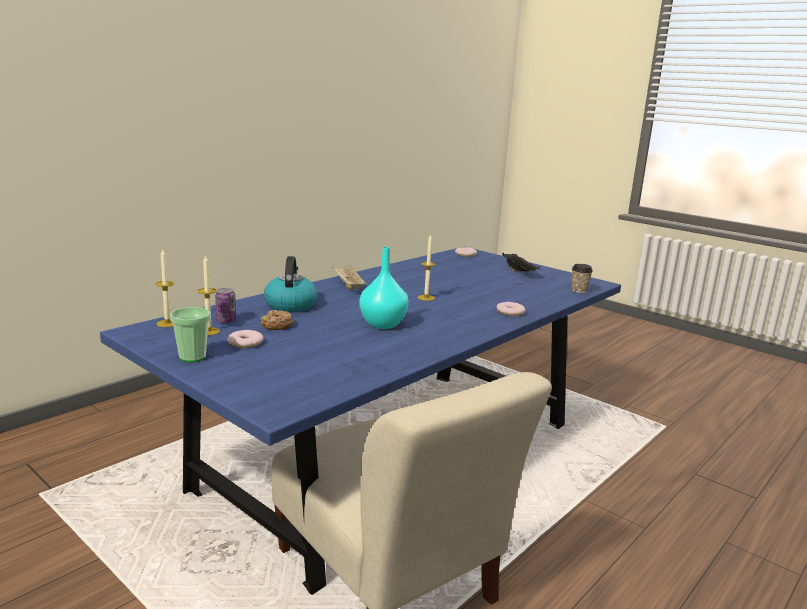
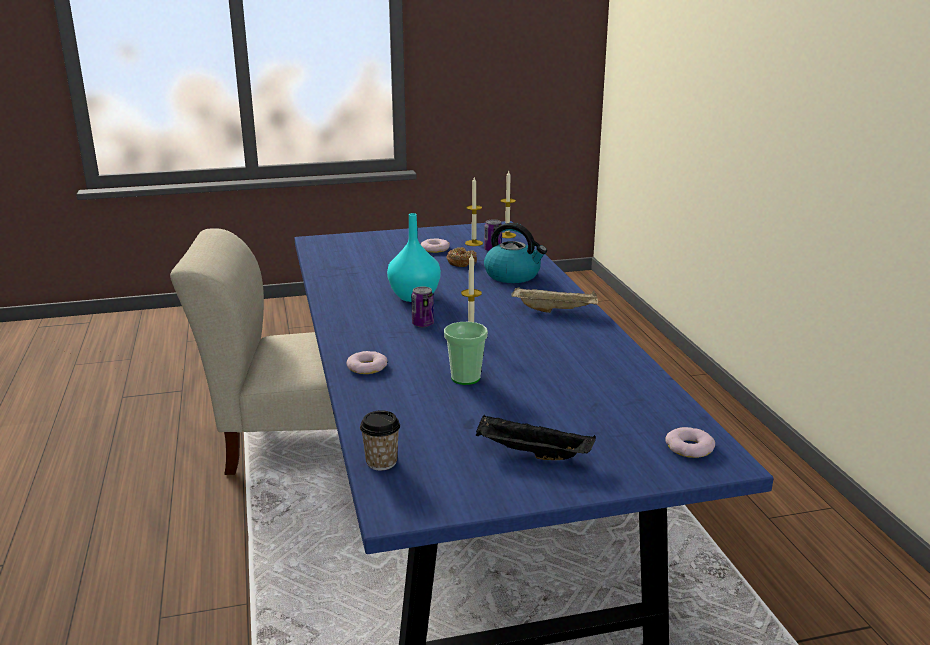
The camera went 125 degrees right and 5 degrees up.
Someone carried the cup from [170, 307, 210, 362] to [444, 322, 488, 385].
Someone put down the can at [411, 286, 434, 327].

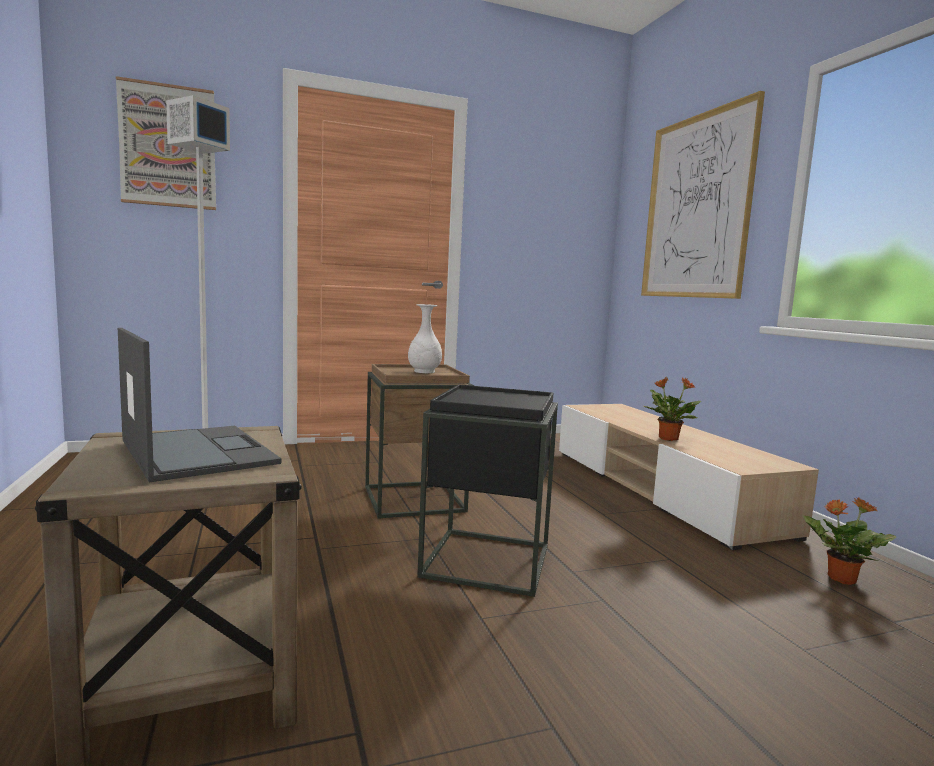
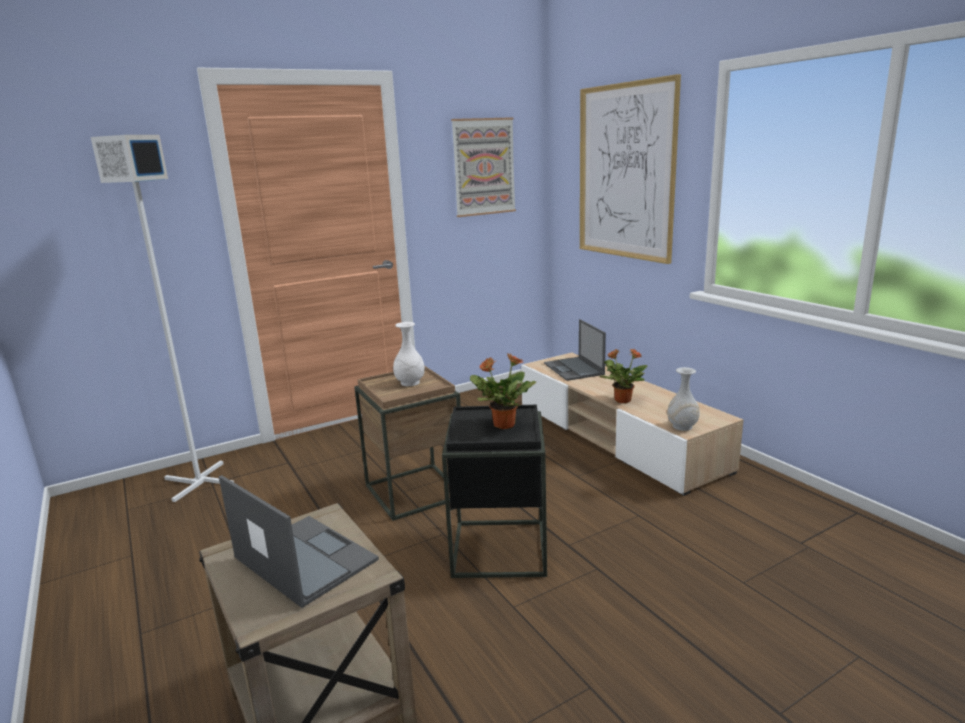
The camera went 10 degrees left and 10 degrees up.
Someone carried the picture from [116, 76, 216, 210] to [451, 117, 516, 217].
Someone carried the potted plant from [804, 498, 896, 585] to [470, 353, 536, 429].
Someone put down the laptop at [544, 319, 606, 381].
Someone put down the white vase at [667, 367, 699, 431].

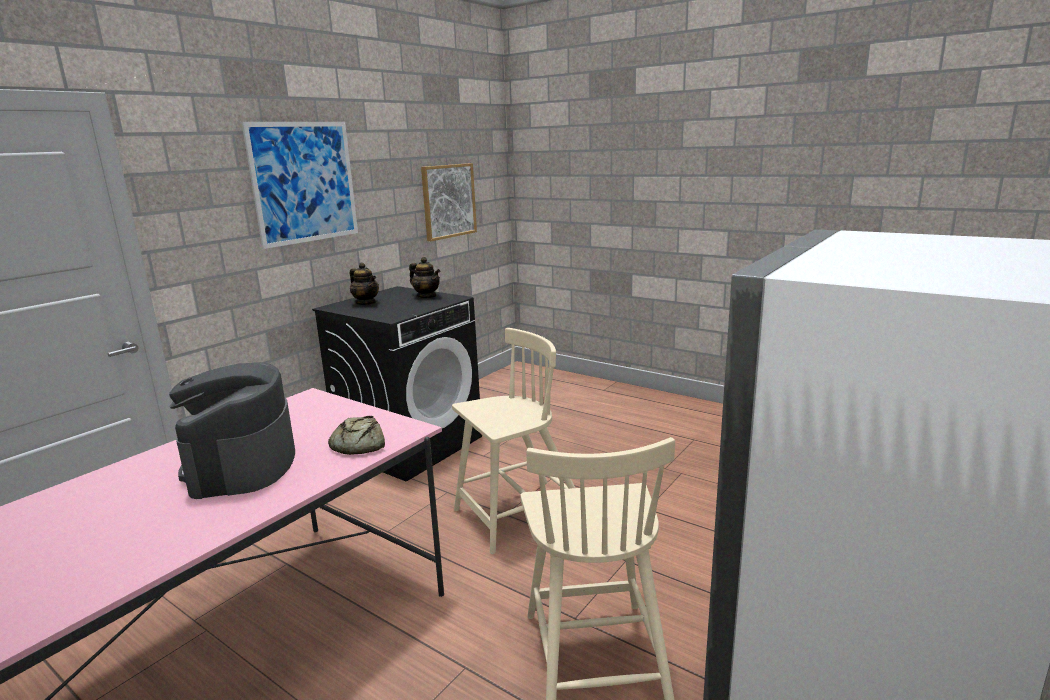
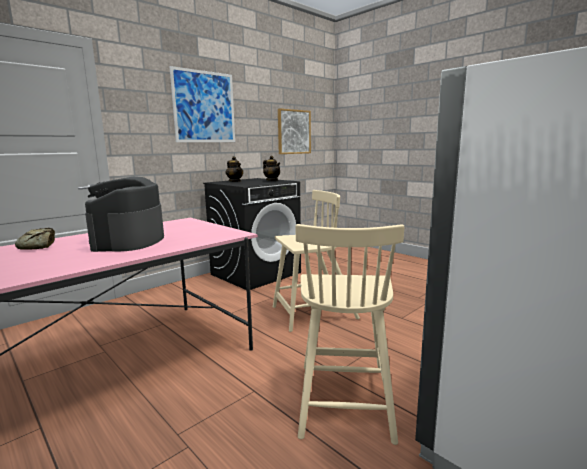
The camera went 10 degrees right and 5 degrees down.
Someone carried the bread from [328, 416, 385, 455] to [15, 228, 55, 250].

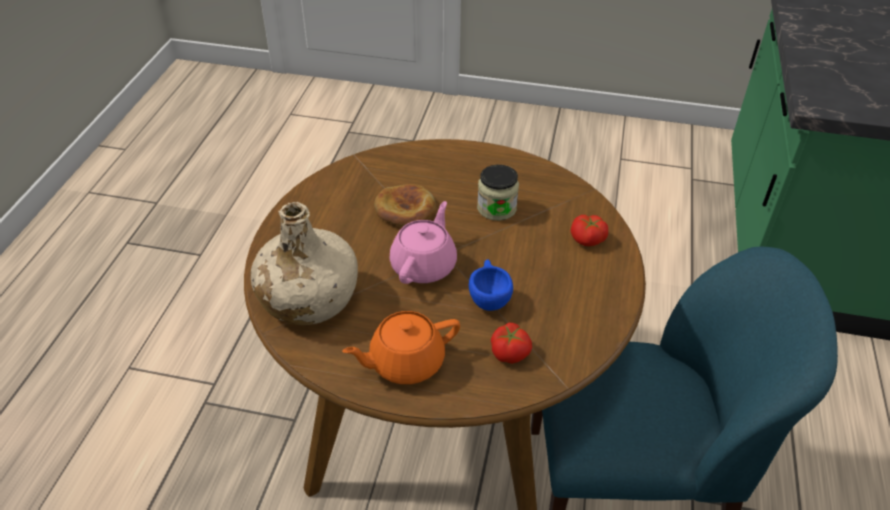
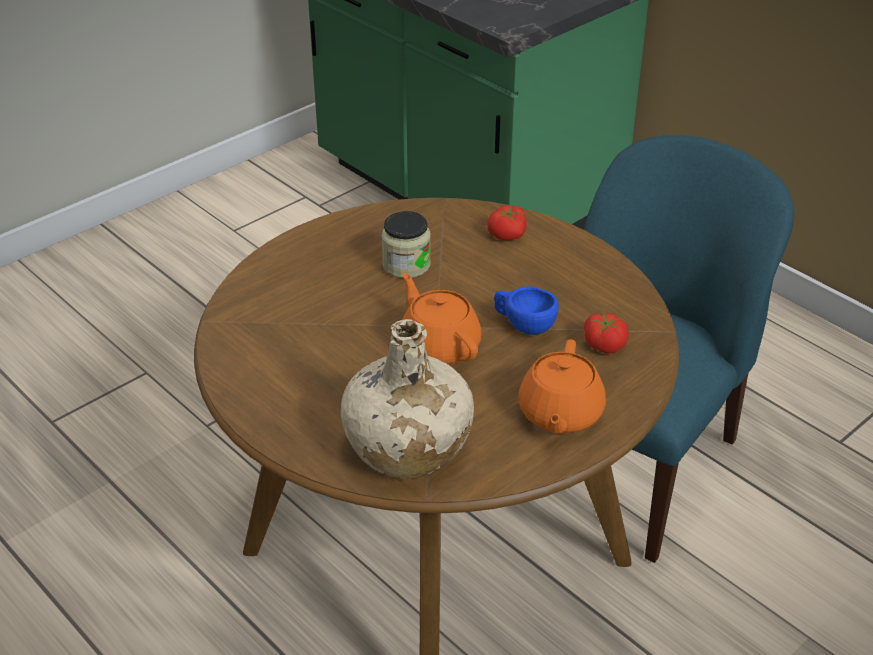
The camera went 55 degrees left and 5 degrees down.
Someone took away the bread at [374, 184, 437, 227].
Someone repainted the pink teapot at [389, 201, 457, 284], which became the orange teapot at [402, 272, 482, 365].

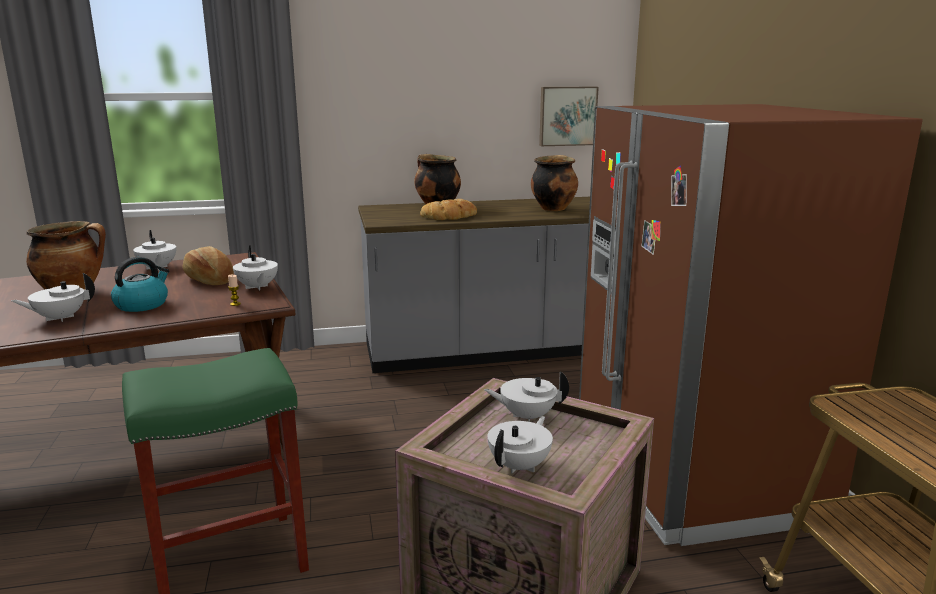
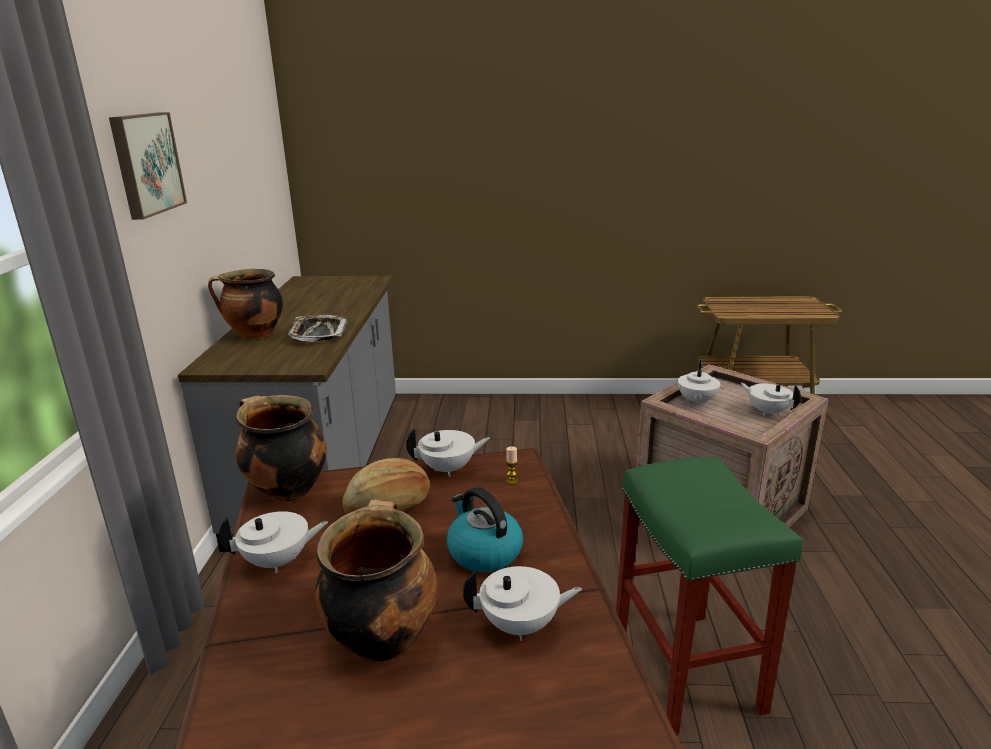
The camera went 75 degrees left and 5 degrees up.
Someone rotated the white teapot at [11, 273, 95, 322] by 75 degrees counterclockwise.
Someone swapped the bread at [420, 199, 477, 220] for the tray at [288, 315, 348, 342].
Someone carried the cooking pot from [531, 155, 578, 211] to [236, 395, 327, 502].
Someone carried the picture from [539, 87, 599, 146] to [109, 112, 187, 220].
Someone took away the brown fridge at [579, 104, 923, 546].

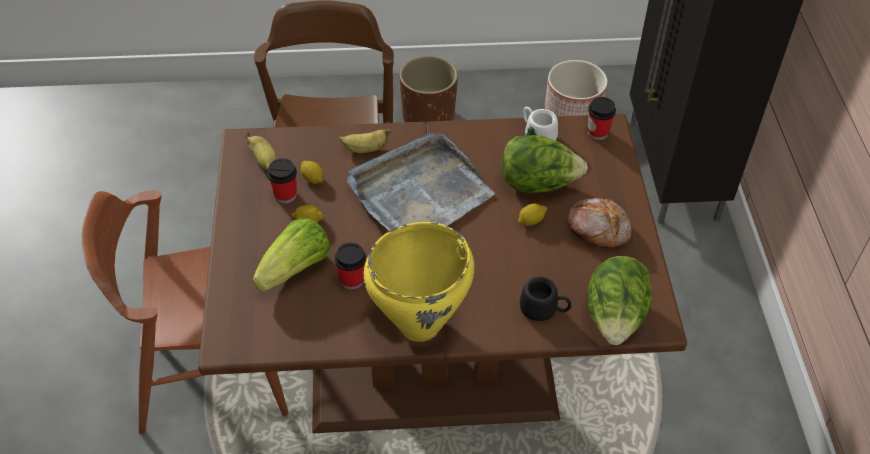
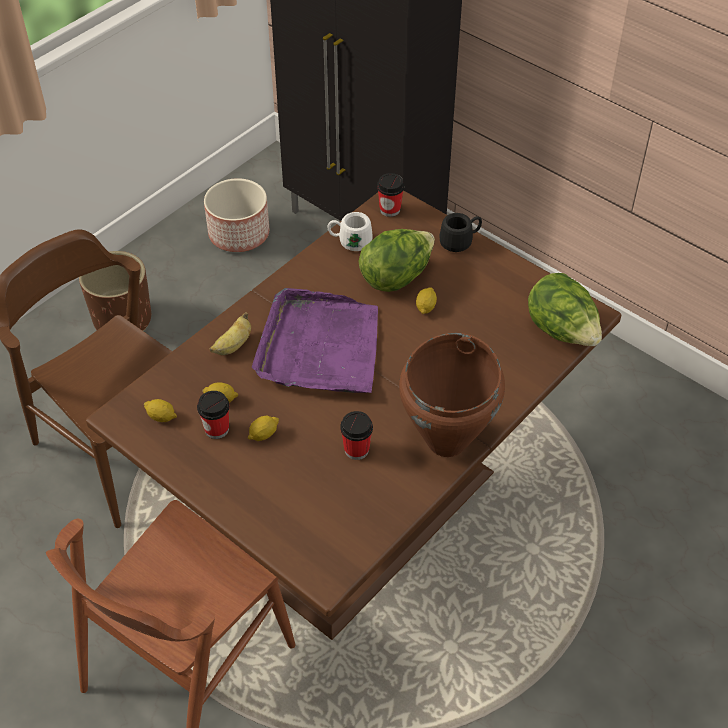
The camera went 45 degrees left and 0 degrees up.
Someone swapped the banana at [246, 132, 277, 171] for the lemon at [144, 399, 177, 422].
Someone took away the lettuce at [253, 218, 331, 292].
Someone repainted the grey tray at [347, 133, 495, 231], which became the purple tray at [252, 288, 378, 393].
Someone repainted the yellow cooking pot at [363, 222, 474, 342], which became the brown cooking pot at [399, 333, 505, 457].
Someone carried the black mug from [520, 277, 571, 321] to [439, 213, 482, 252].
Someone took away the bread at [568, 198, 631, 248].

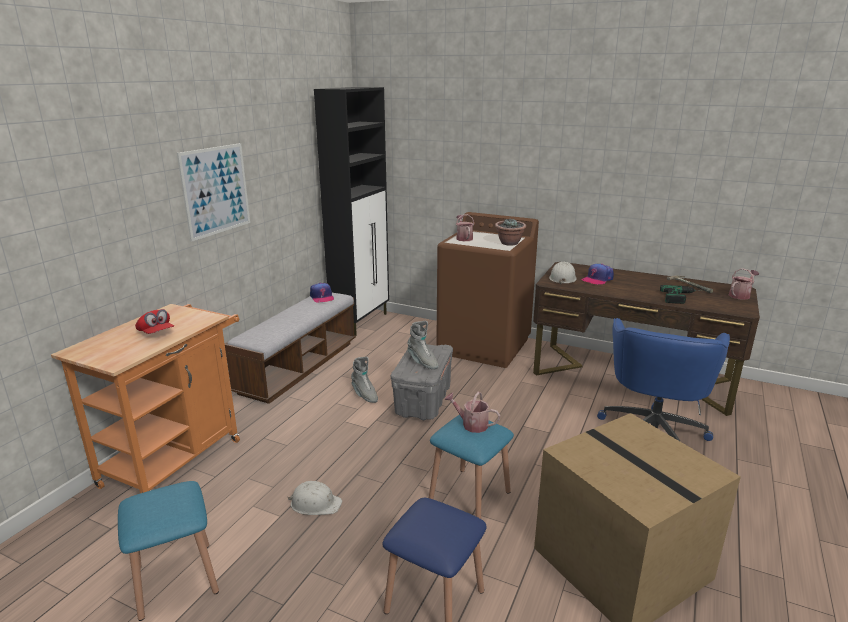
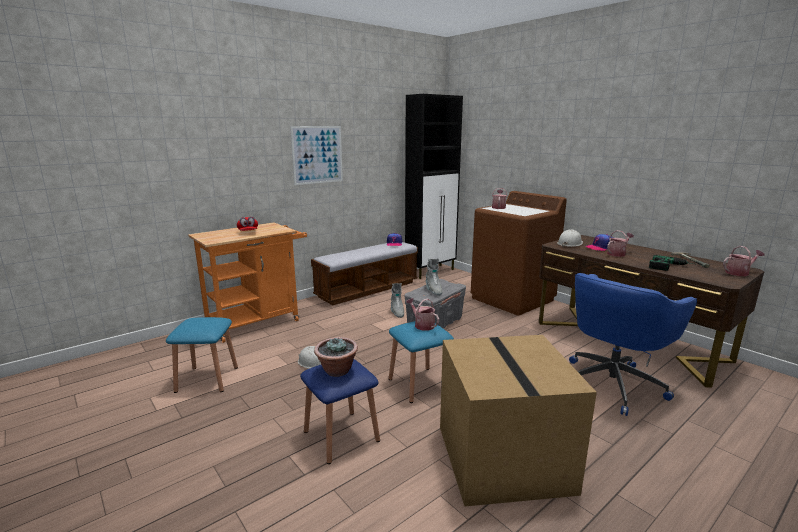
The camera went 25 degrees right and 5 degrees down.
Someone carried the potted plant from [495, 219, 526, 246] to [314, 337, 358, 377].
Someone put down the watering can at [607, 230, 634, 257].

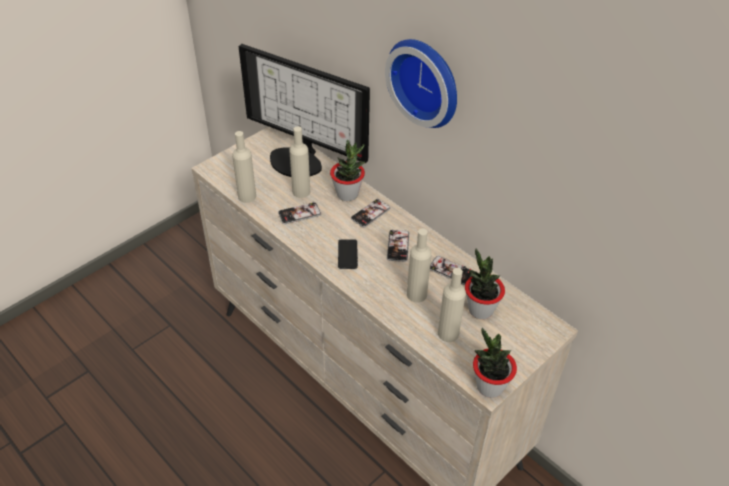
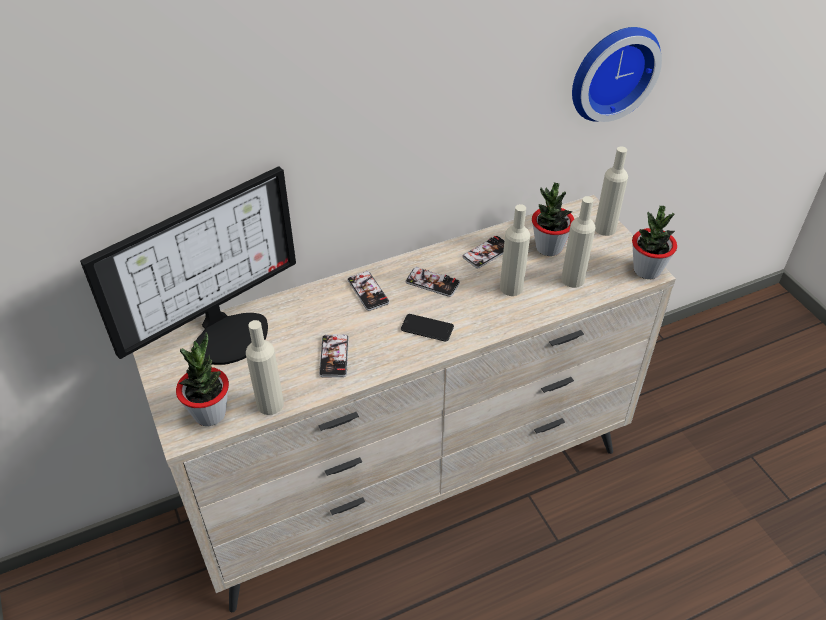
The camera went 70 degrees left and 0 degrees up.
Someone carried the beige bottle from [289, 126, 310, 198] to [595, 146, 628, 236].
Someone carried the potted plant from [330, 140, 365, 201] to [176, 332, 229, 426].
Someone carried the wall clock from [385, 39, 457, 128] to [572, 27, 662, 122].

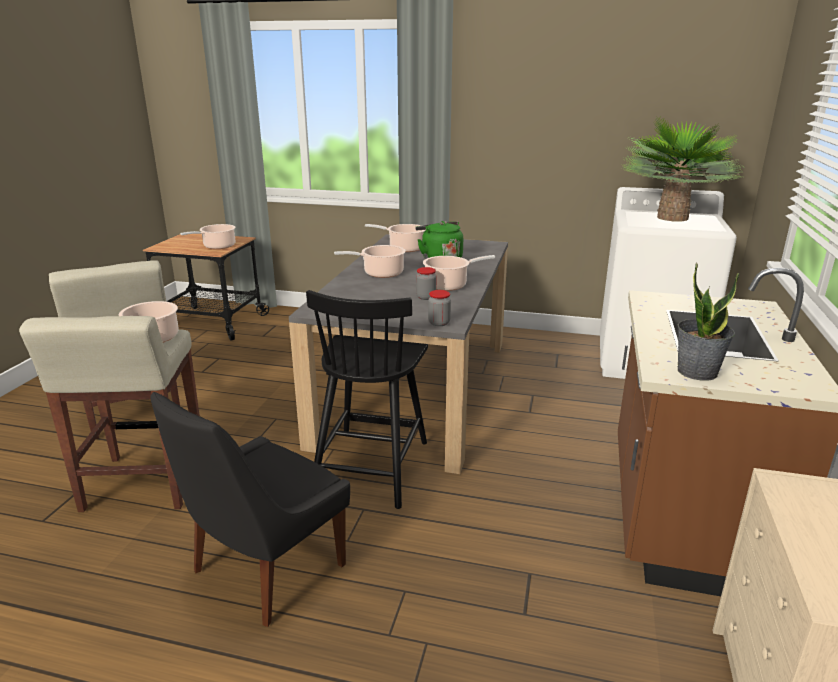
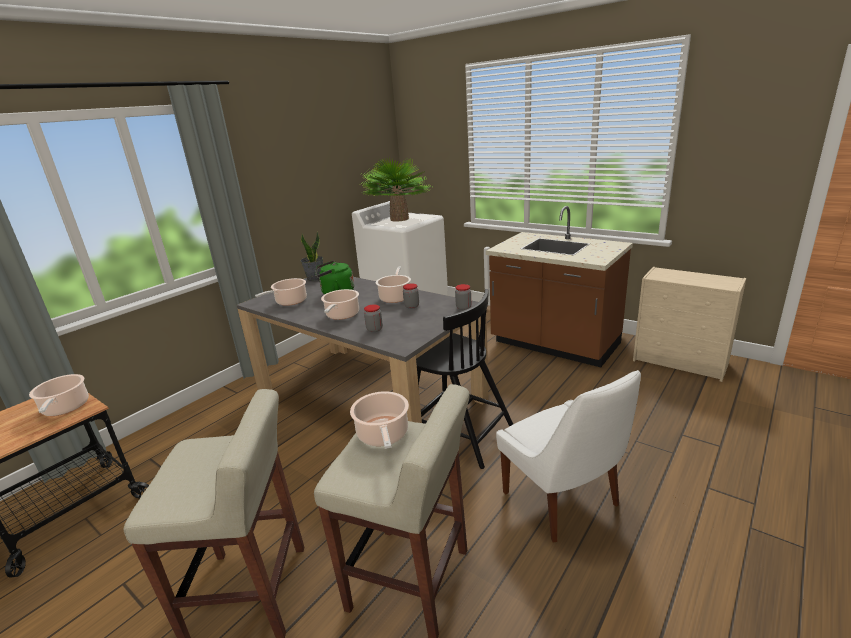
The camera went 65 degrees left and 0 degrees up.
Someone repainted the black chair at [150, 392, 350, 627], which became the white chair at [496, 370, 641, 543].
Someone carried the potted plant from [678, 263, 739, 381] to [301, 231, 323, 281].
Someone put down the jar at [364, 305, 383, 332].

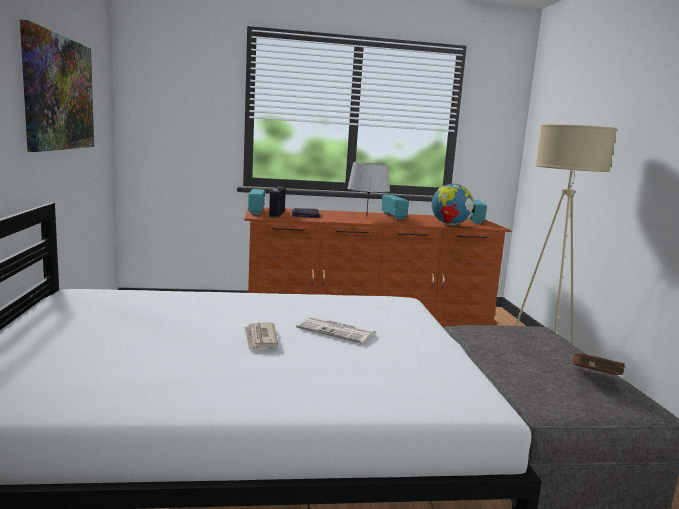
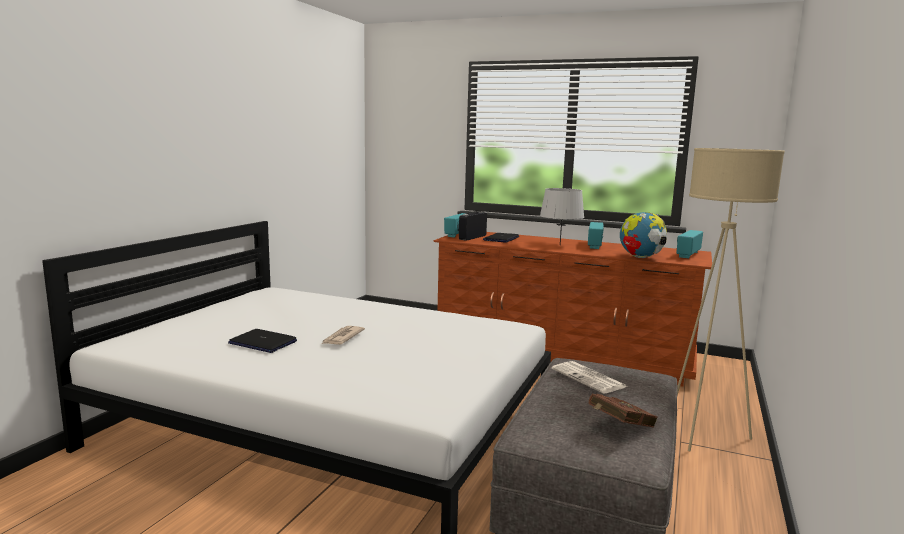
The camera went 30 degrees right and 0 degrees up.
Someone took away the picture at [20, 20, 94, 152].
Someone carried the newspaper from [296, 316, 376, 344] to [552, 361, 627, 394].
Someone put down the laptop at [228, 329, 297, 353].

